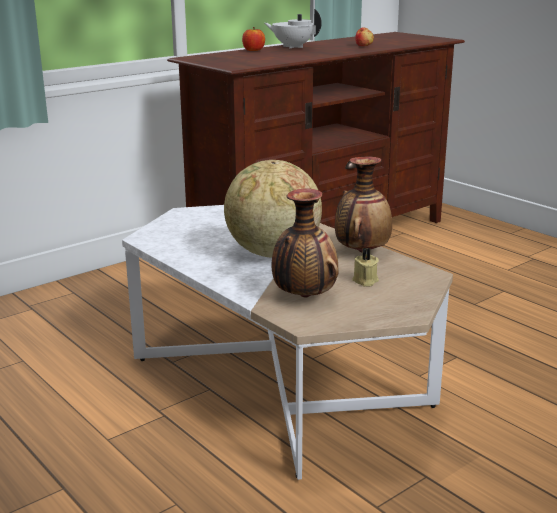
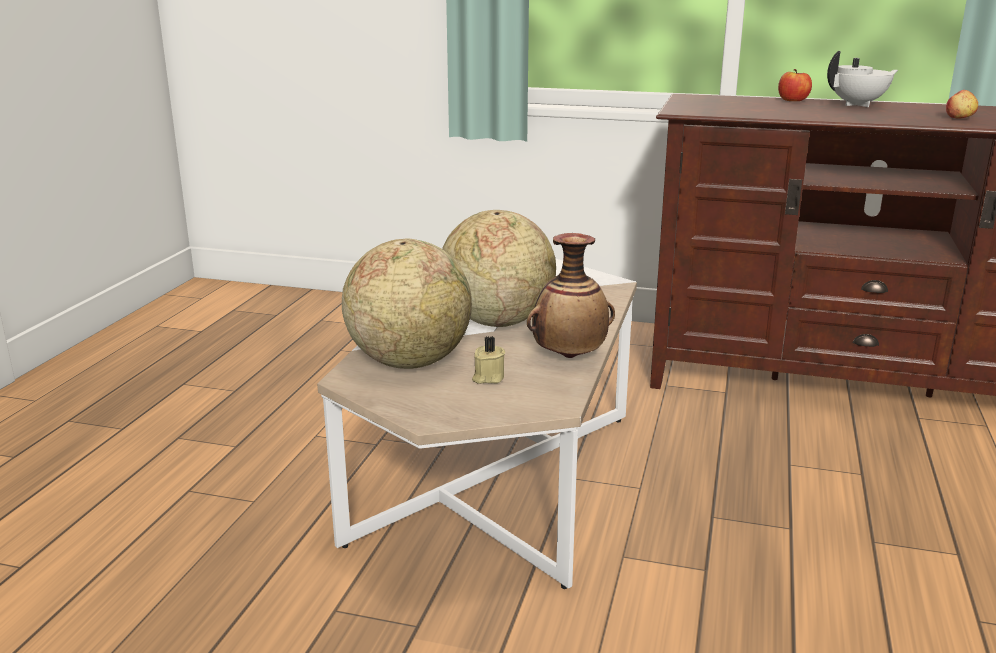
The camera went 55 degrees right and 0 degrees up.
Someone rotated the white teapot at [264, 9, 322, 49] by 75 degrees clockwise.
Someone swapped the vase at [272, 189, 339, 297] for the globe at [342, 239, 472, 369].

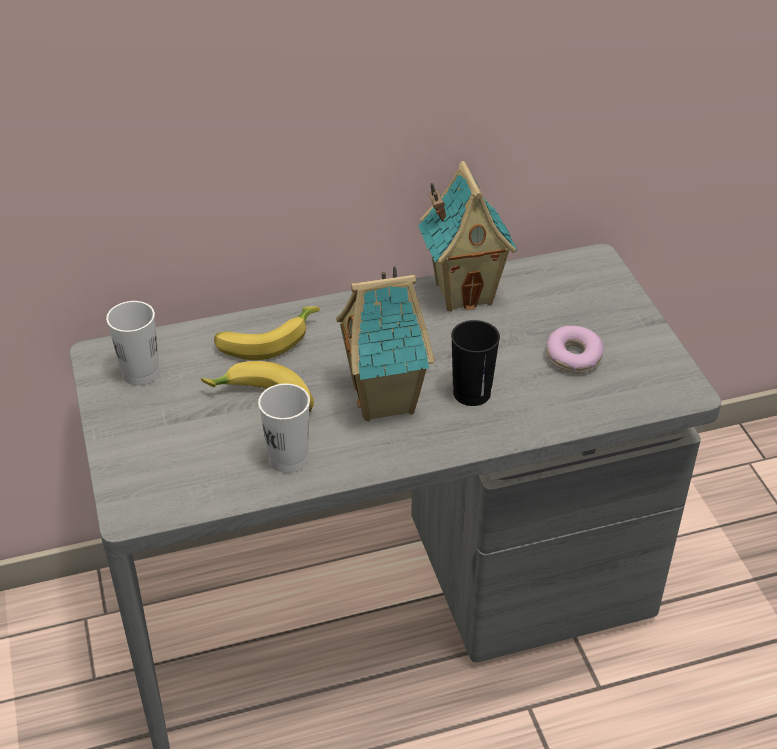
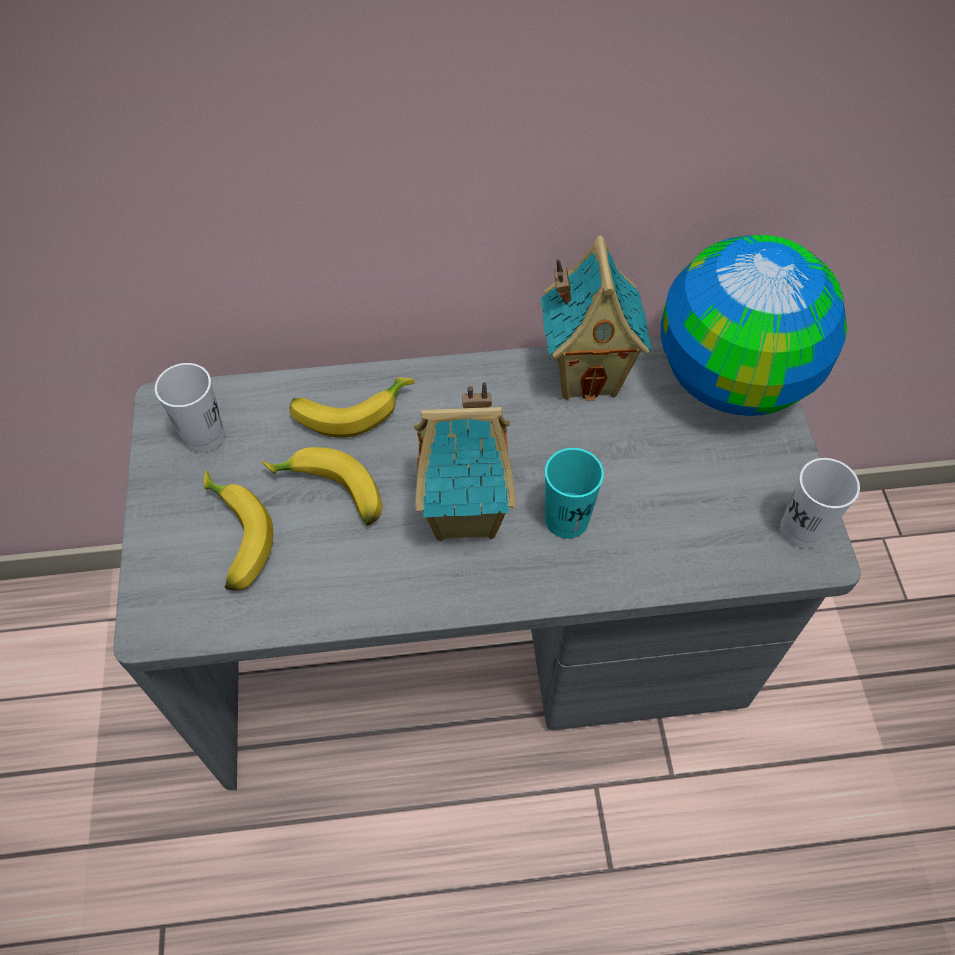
The camera went 10 degrees right and 15 degrees up.
Someone carried the white cup from [258, 383, 310, 473] to [781, 458, 860, 549].
Someone repainted the black cup at [451, 320, 500, 406], which became the turquoise cup at [545, 448, 604, 539].
Someone took away the donut at [547, 326, 604, 373].
Someone put down the banana at [204, 471, 273, 590].
Someone put down the globe at [660, 235, 847, 416].

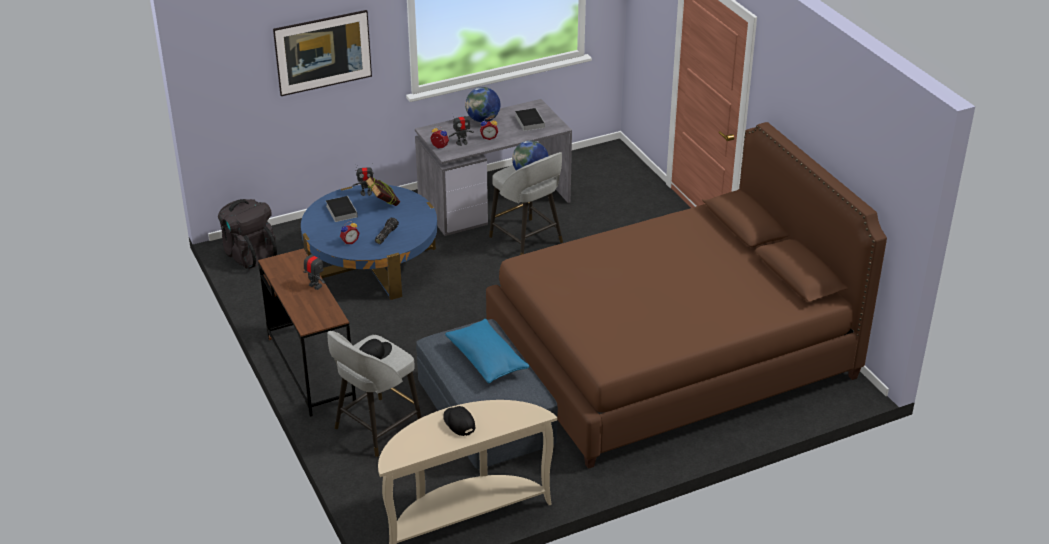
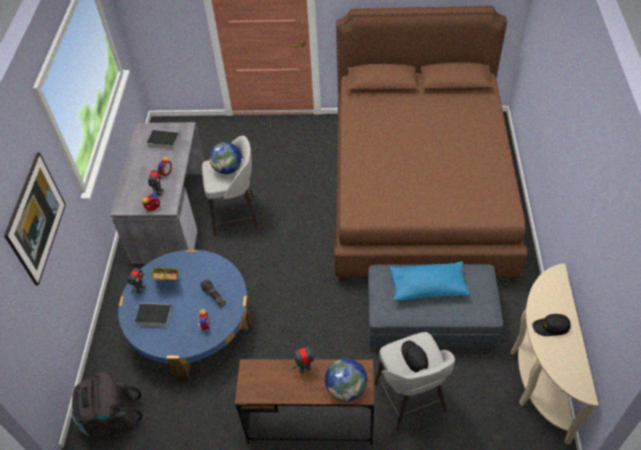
The camera went 60 degrees left and 15 degrees up.
Someone carried the globe from [465, 87, 500, 122] to [325, 358, 367, 401].

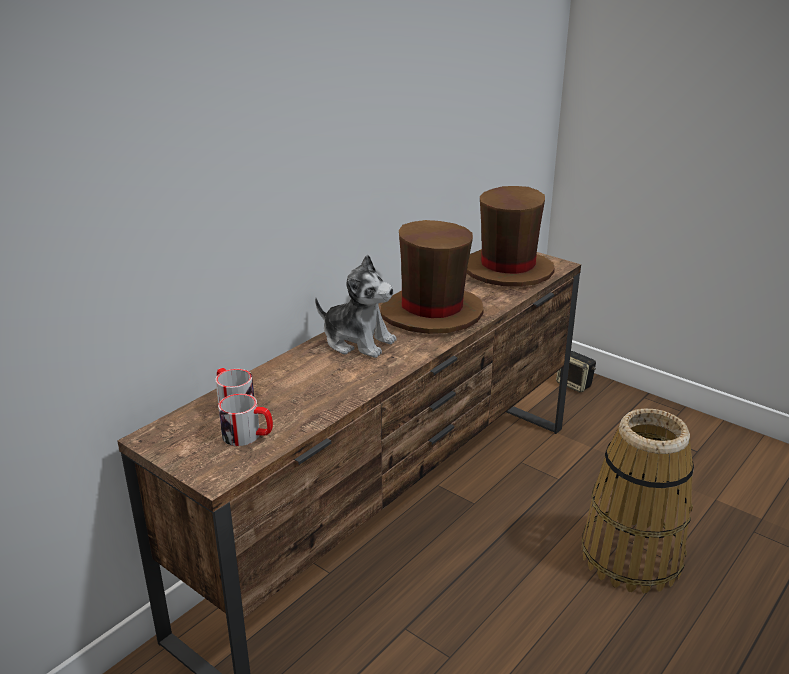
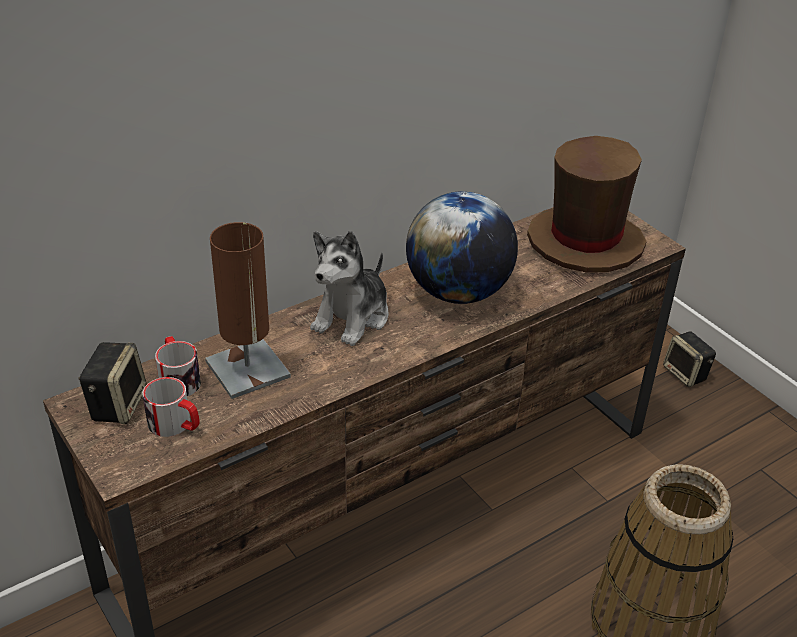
The camera went 15 degrees right and 10 degrees up.
Someone rotated the plush toy at [315, 254, 396, 358] by 75 degrees clockwise.
Someone swapped the brown hat at [381, 220, 484, 334] for the globe at [406, 191, 518, 304].
Someone put down the speaker at [78, 342, 147, 424].
Someone put down the brown table lamp at [205, 222, 291, 399].

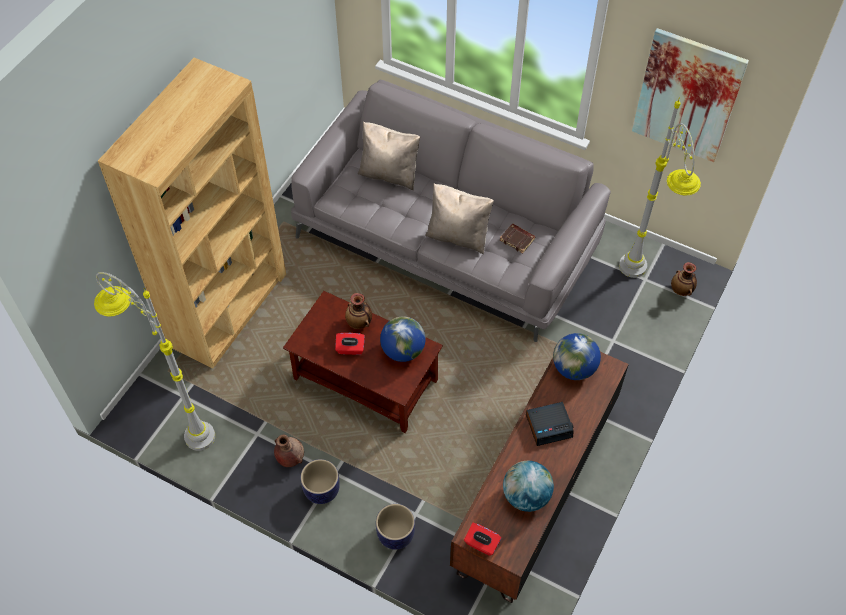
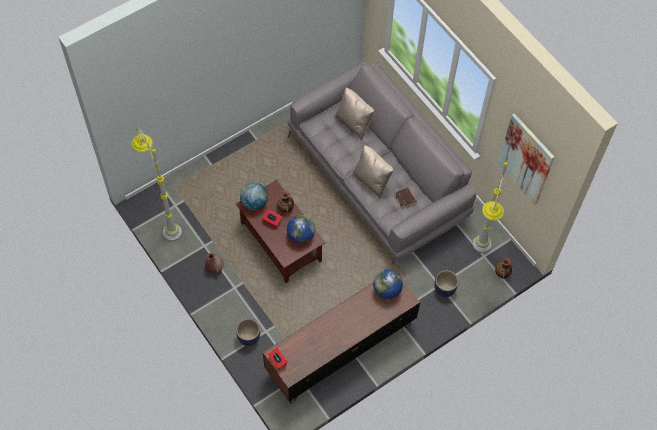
The camera went 25 degrees right and 5 degrees up.
Someone took away the brown bookcase at [98, 58, 286, 368].
Someone carried the planter from [300, 459, 340, 504] to [434, 270, 458, 297].
Someone carried the globe from [503, 461, 554, 512] to [240, 182, 268, 210].
Someone took away the alarm clock at [526, 402, 574, 446].

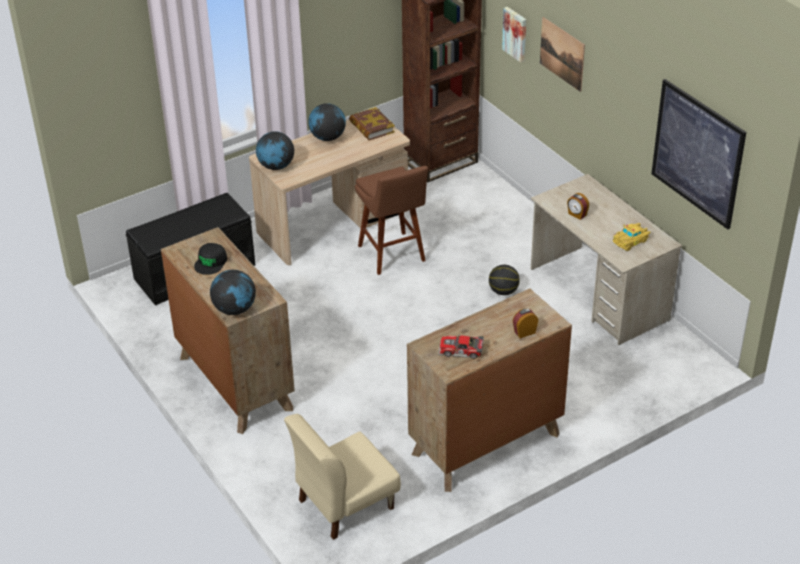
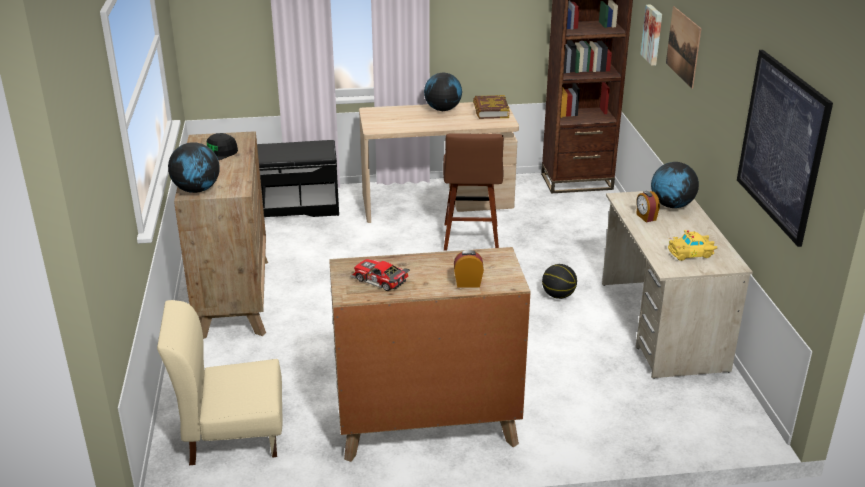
The camera went 25 degrees right and 10 degrees down.
Someone carried the globe from [256, 131, 294, 170] to [651, 162, 699, 208].

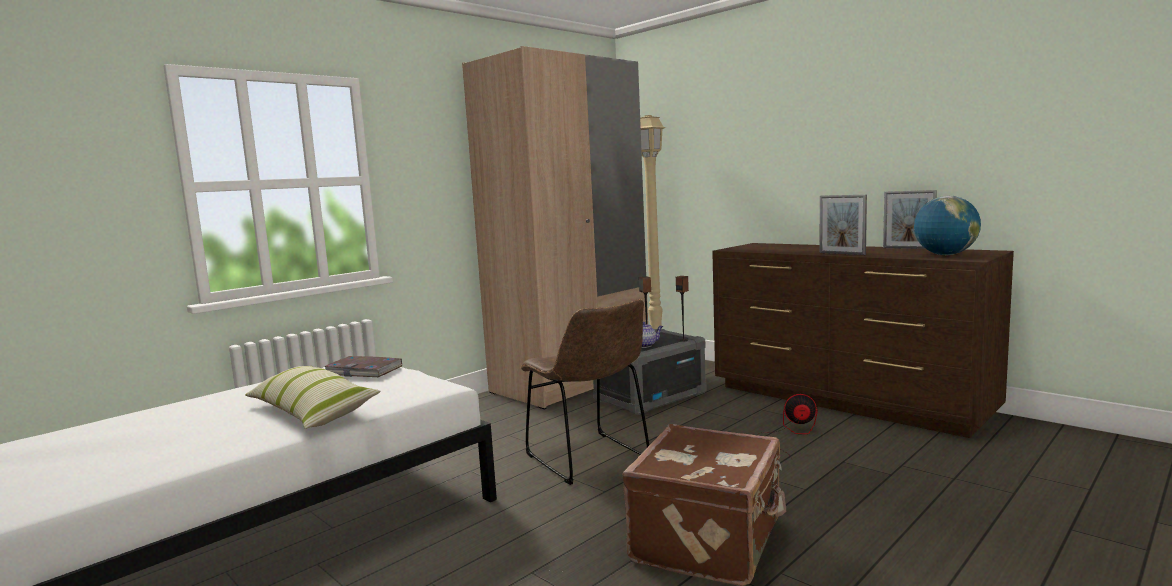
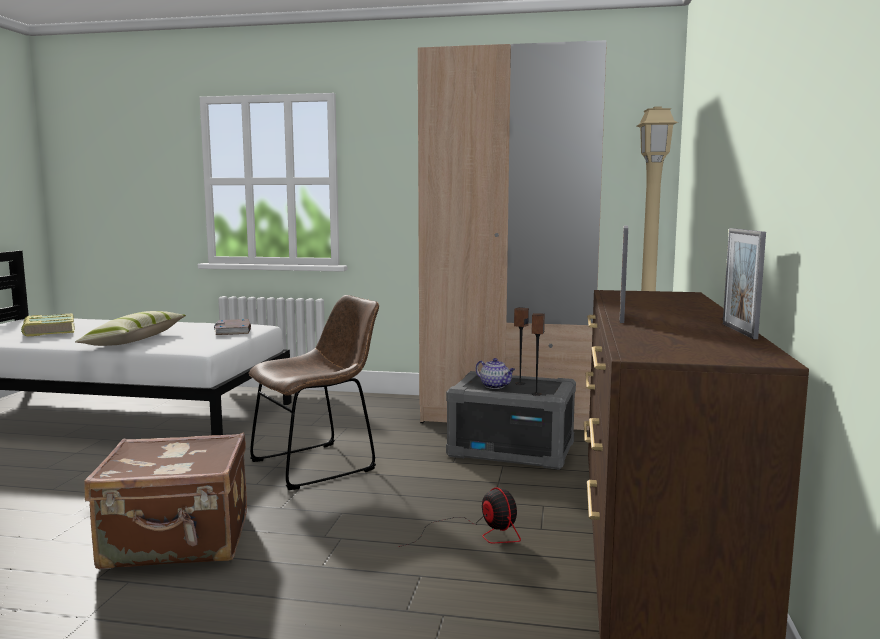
The camera went 55 degrees right and 0 degrees up.
Someone rotated the brown chair at [521, 299, 649, 485] by 150 degrees counterclockwise.
Someone took away the globe at [914, 196, 981, 255].
Someone put down the book at [21, 313, 75, 337].

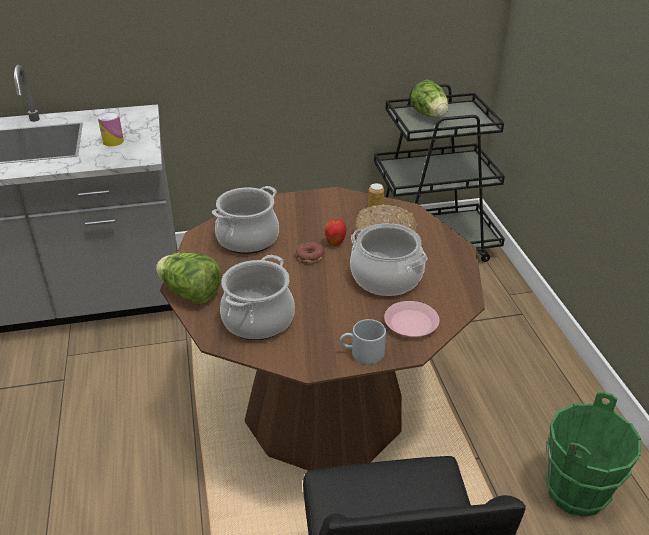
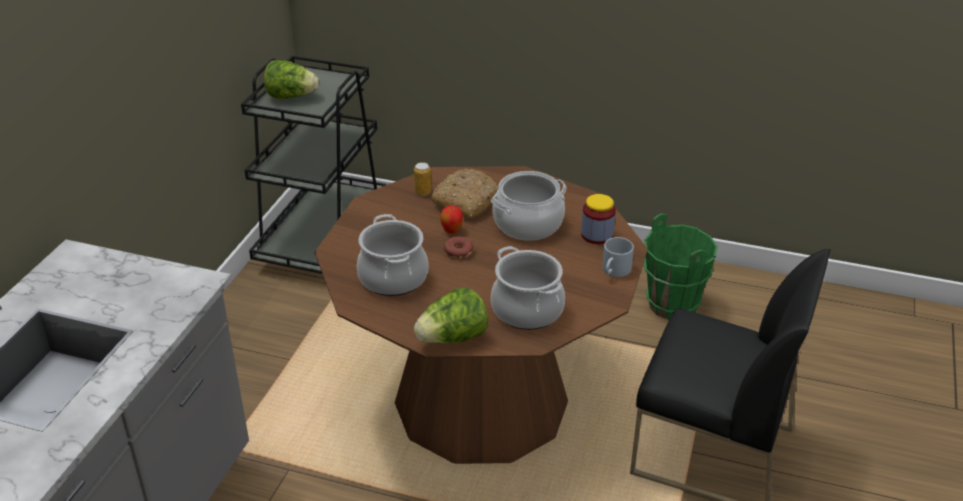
The camera went 60 degrees left and 0 degrees up.
Someone took away the can at [98, 112, 124, 146].
Someone swapped the pink plate at [384, 301, 439, 337] for the jar at [581, 194, 616, 244].

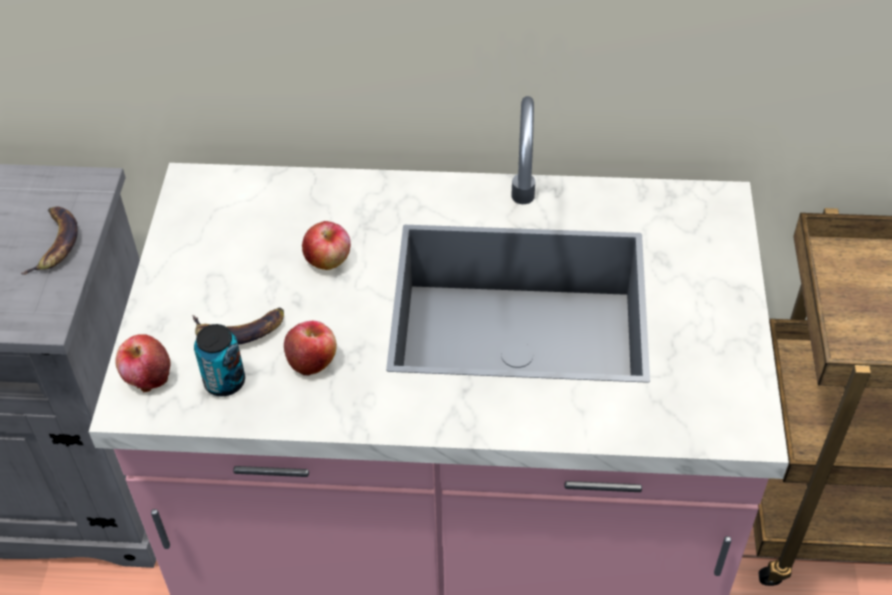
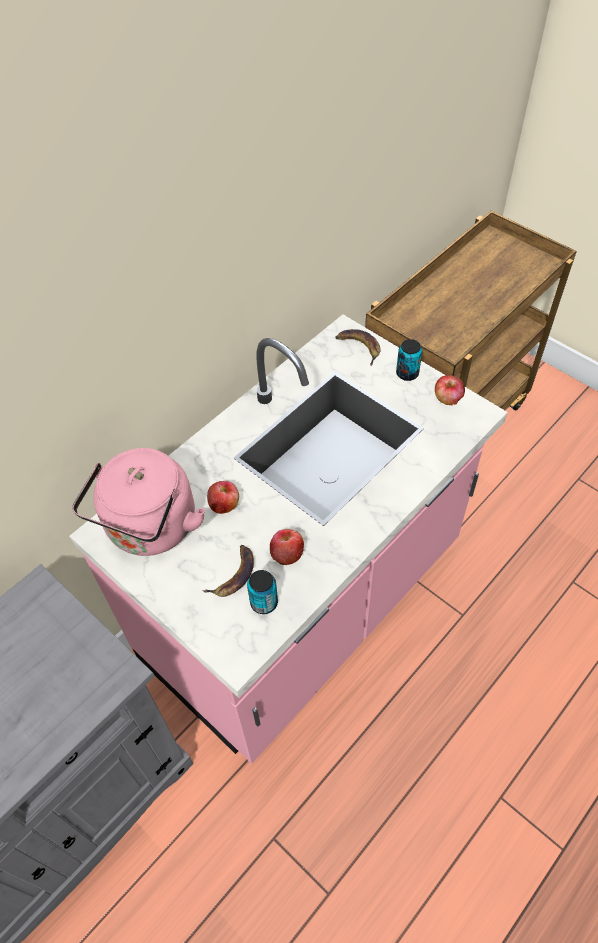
The camera went 50 degrees left and 5 degrees up.
Someone carried the banana from [21, 206, 78, 275] to [335, 329, 380, 366].
Someone carried the apple from [115, 334, 170, 392] to [435, 375, 465, 406].
Someone put down the pink kettle at [72, 448, 205, 556].
Someone put down the can at [396, 339, 422, 381].

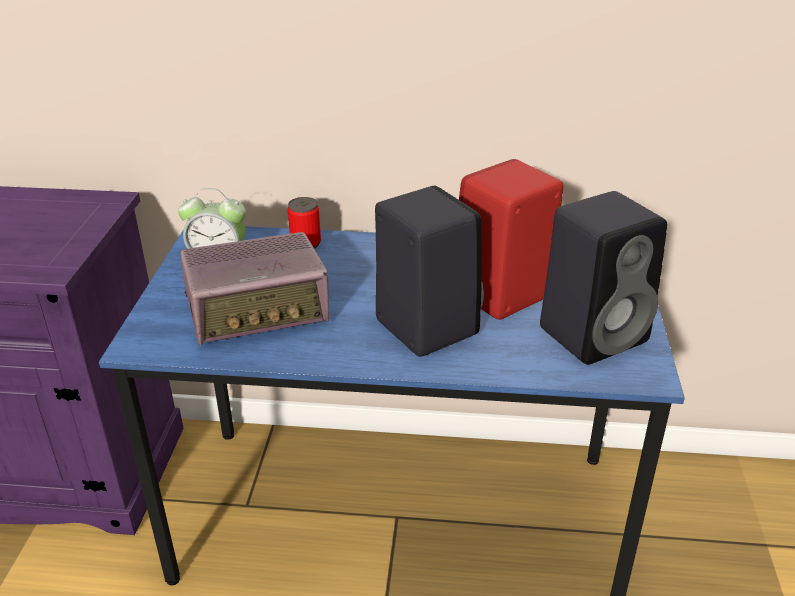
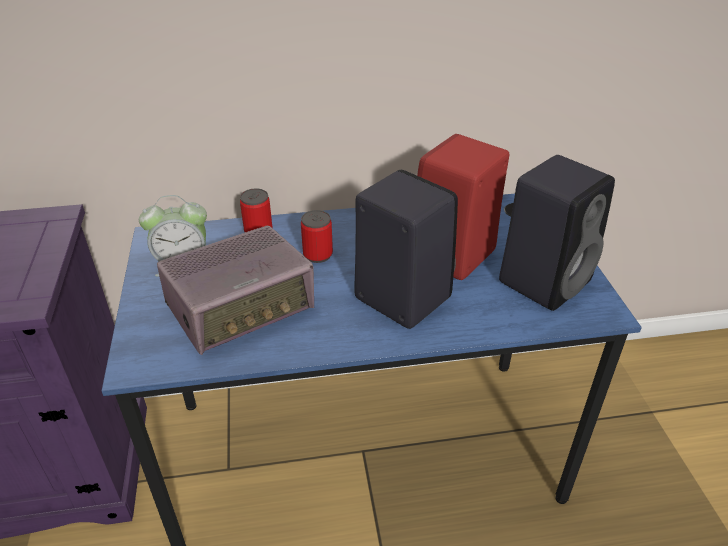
The camera went 15 degrees left and 5 degrees up.
Someone put down the can at [301, 210, 333, 263].

